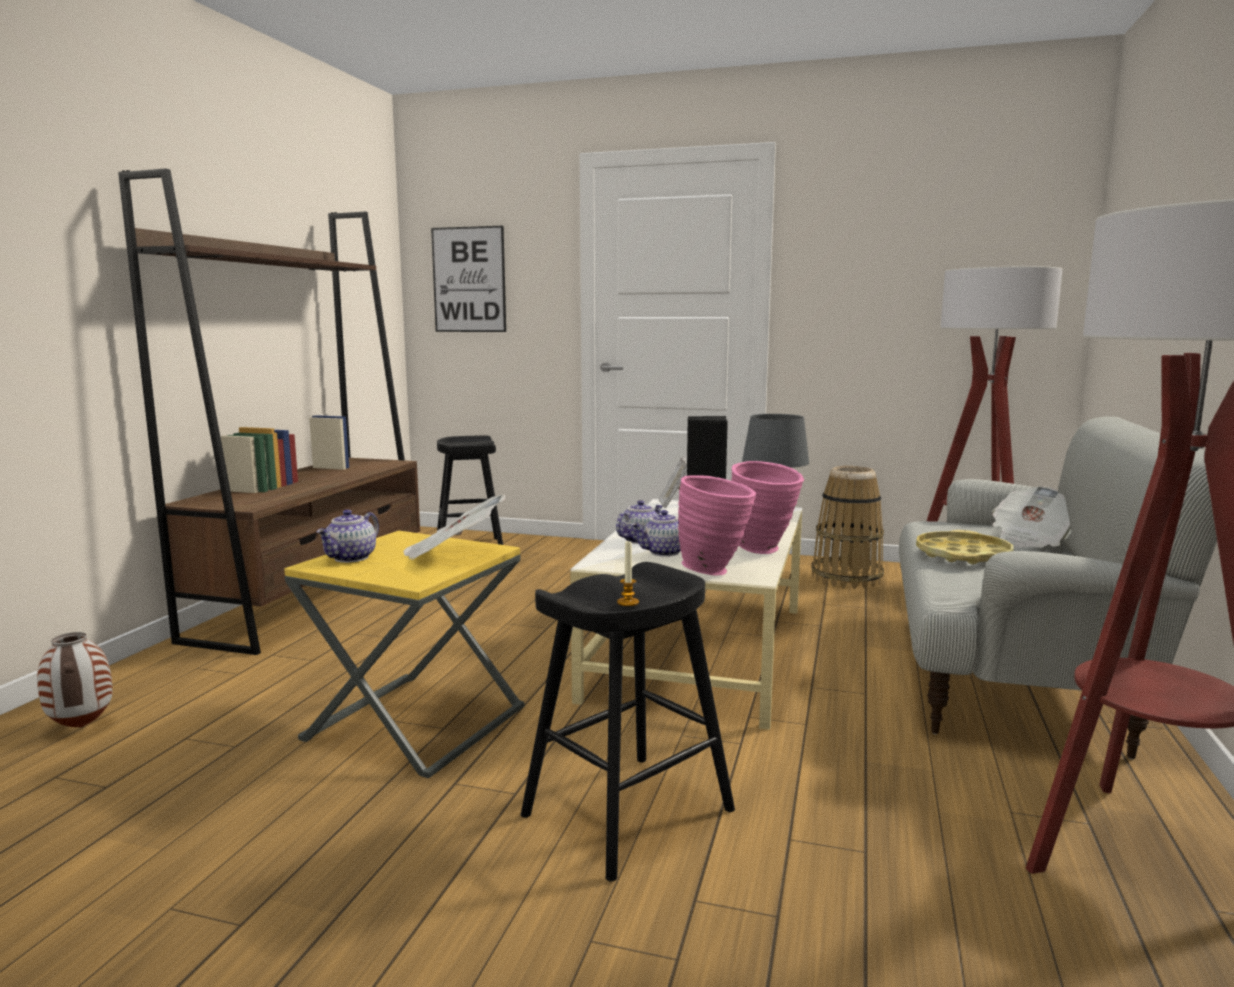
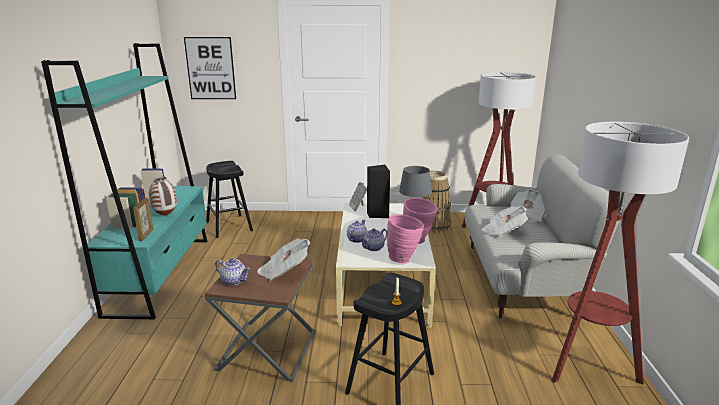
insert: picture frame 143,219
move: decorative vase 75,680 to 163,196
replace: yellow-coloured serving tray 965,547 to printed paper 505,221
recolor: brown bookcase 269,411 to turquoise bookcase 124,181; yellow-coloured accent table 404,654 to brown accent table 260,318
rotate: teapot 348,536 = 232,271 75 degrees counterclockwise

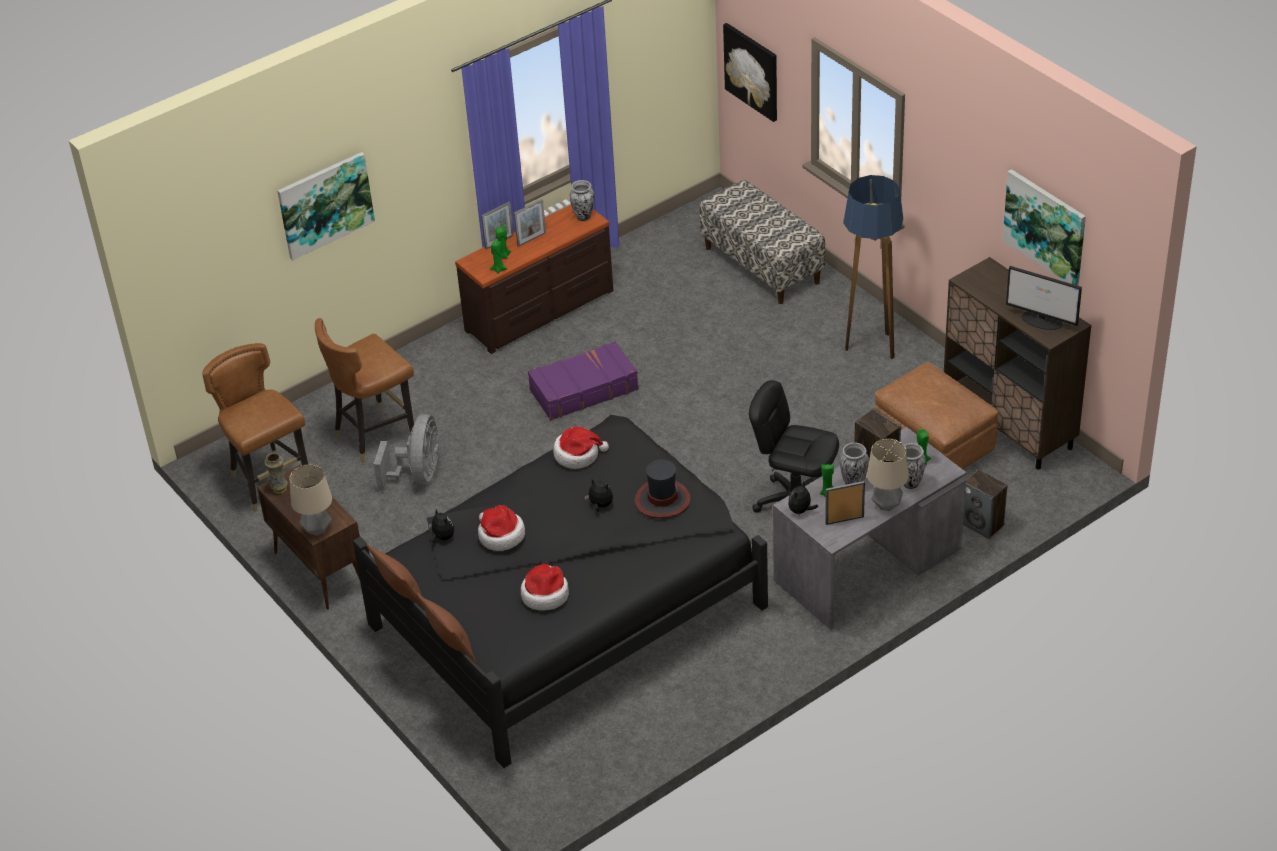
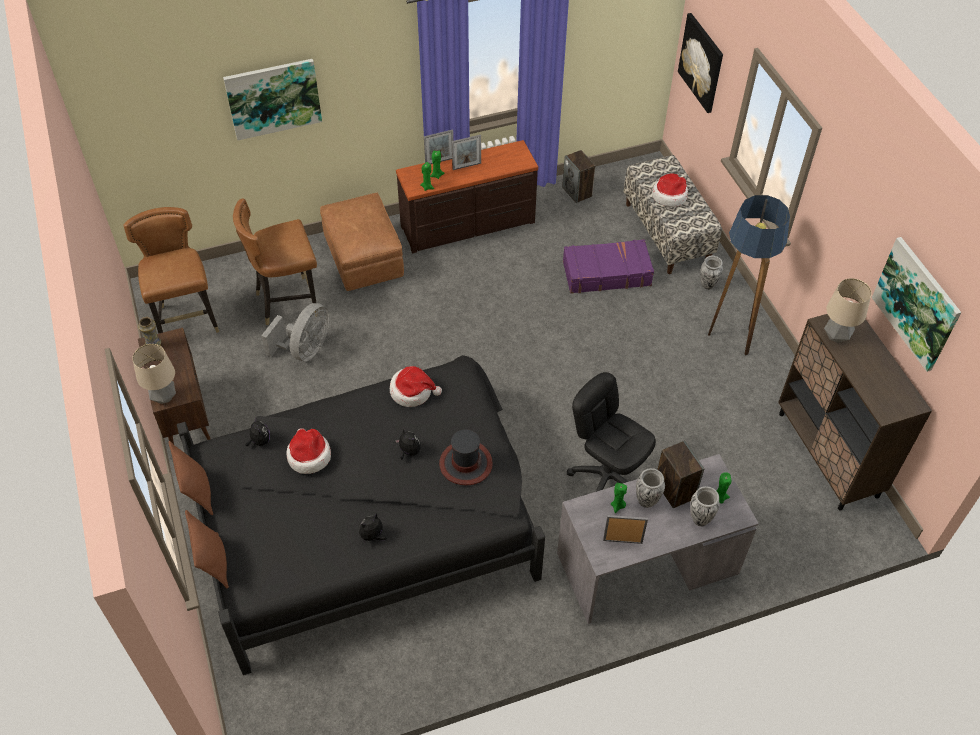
delete: computer display 1044,298
move: clothing hat 545,587 to 670,190; purple suitcase 583,380 to 608,266; decorative vase 582,200 to 711,273; plush toy 803,498 to 373,529; table lamp 888,475 to 848,310; brown footrest 936,415 to 362,242; speaker 985,504 to 578,176

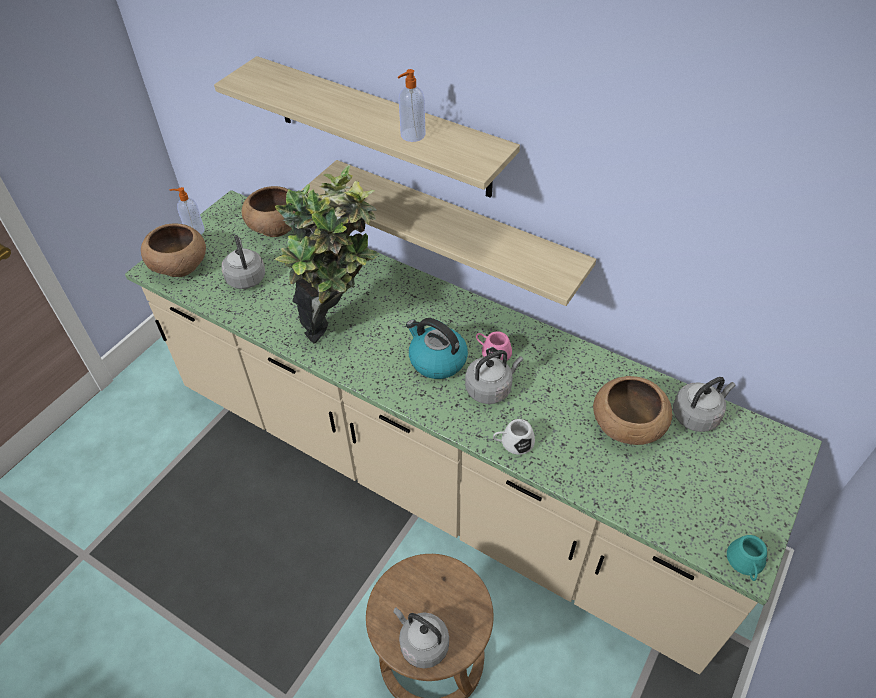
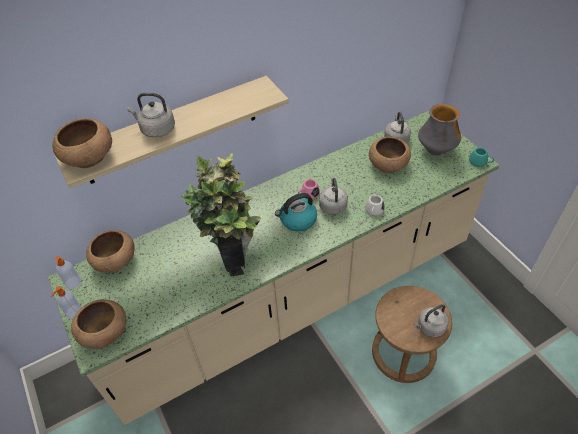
delete: wall shelf 448,233
insert: brown deep dish 82,143; decorative vase 439,130
move: gray tea kettle 243,262 to 151,115; soap dispenser 412,105 to 68,272

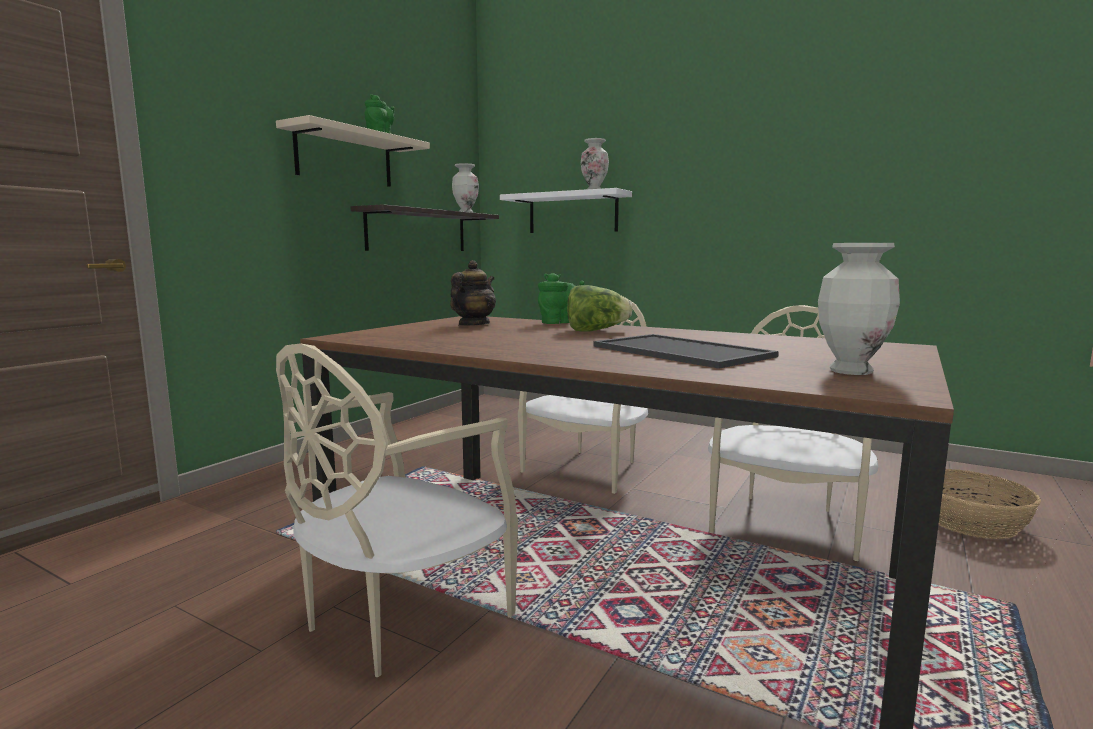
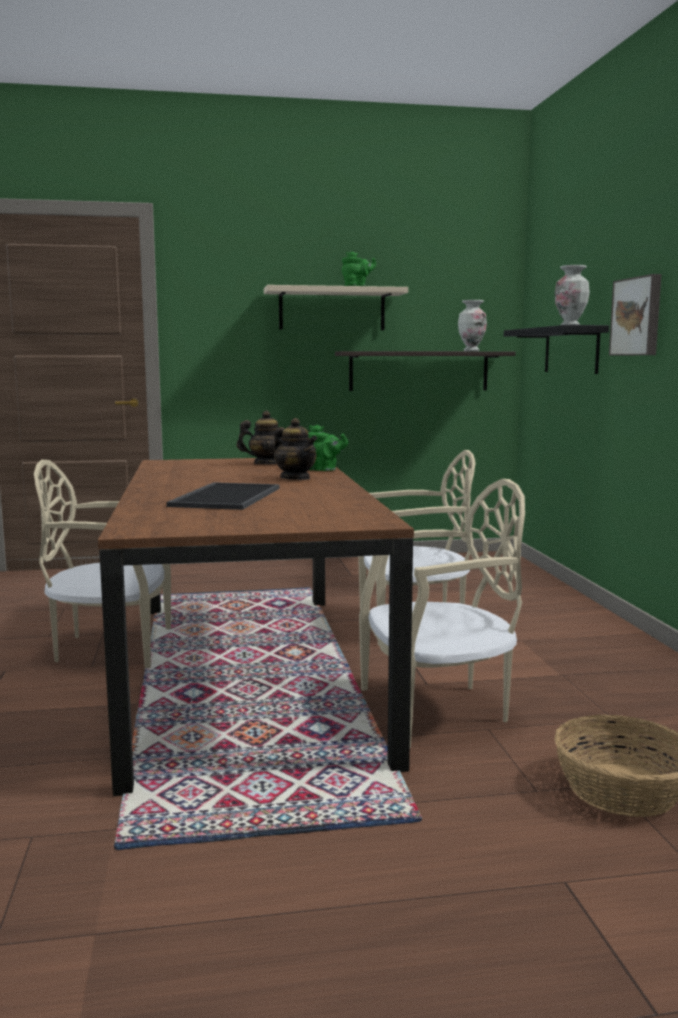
delete: decorative vase 859,309
insert: wall picture 635,314
replace: lettuce head 599,308 to teapot 295,449
recolor: white wall shelf 566,210 to blackish wall shelf 556,349

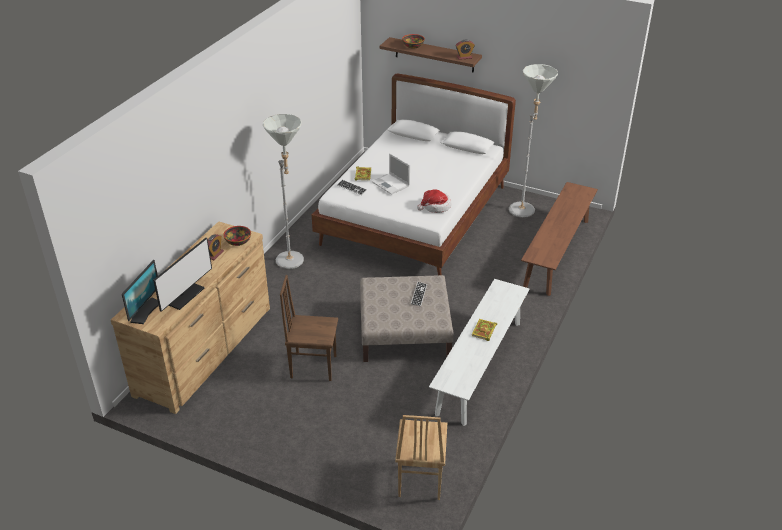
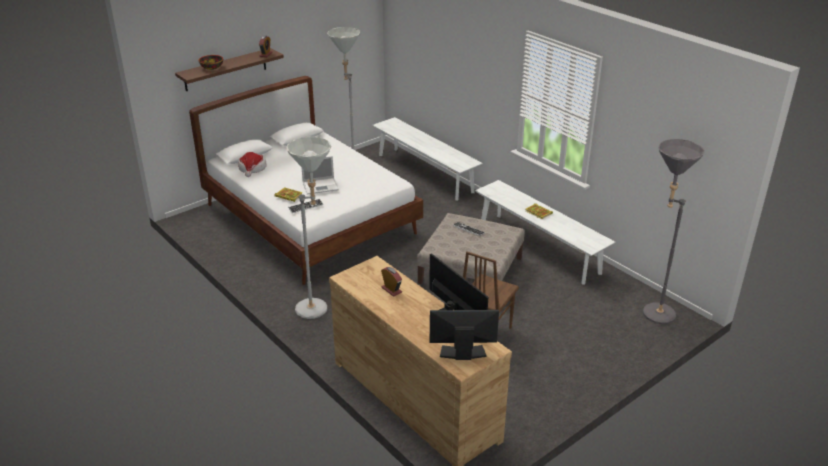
delete: deep dish 237,236
move: clothing hat 434,201 to 252,164
replace: brown upright chair 421,457 to gray standard lamp 674,231
recolor: brown indoor bench 559,239 to white indoor bench 427,158
rotate: computer display 140,292 = 464,335 45 degrees counterclockwise

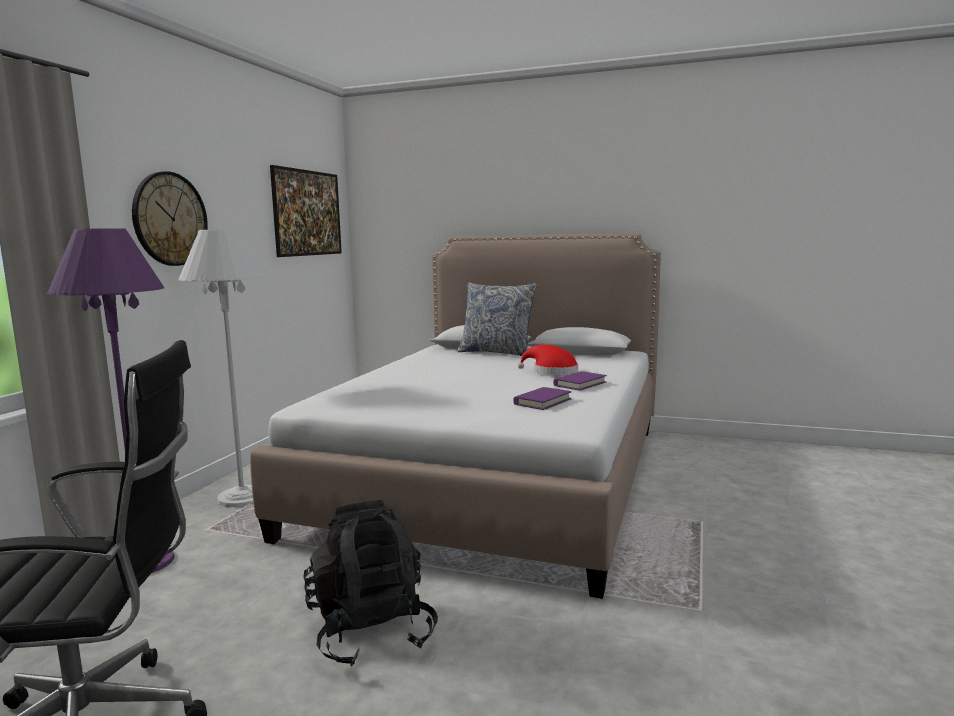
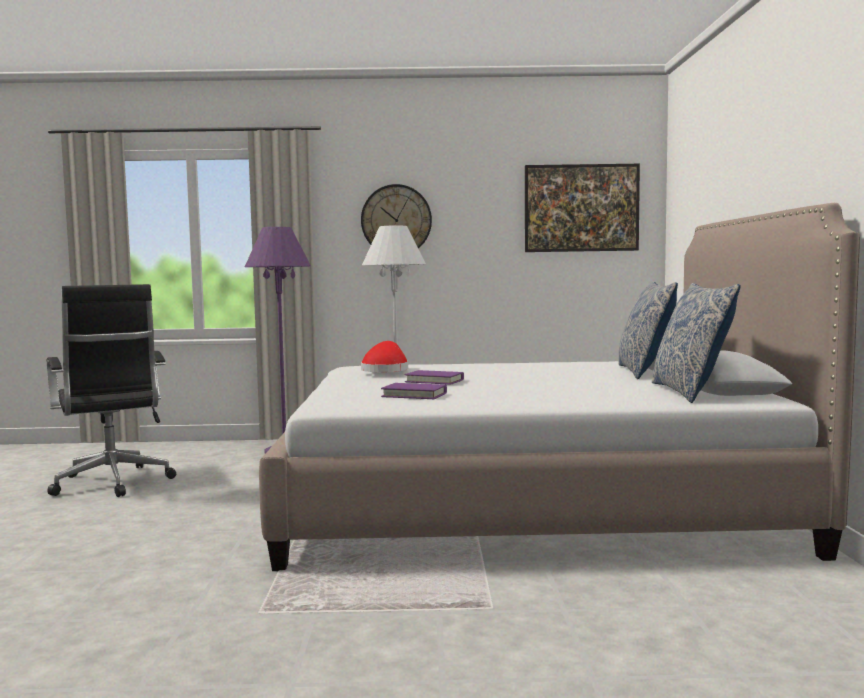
delete: blackish knapsack 370,583
insert: throw pillow 696,343
move: reddish clothing hat 548,360 to 384,356; purple book 580,381 to 434,377

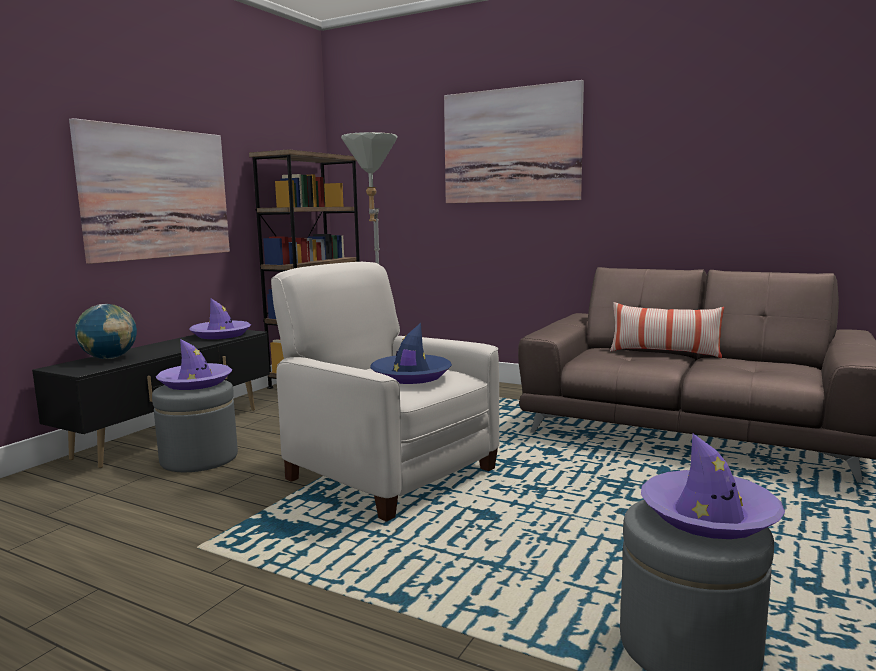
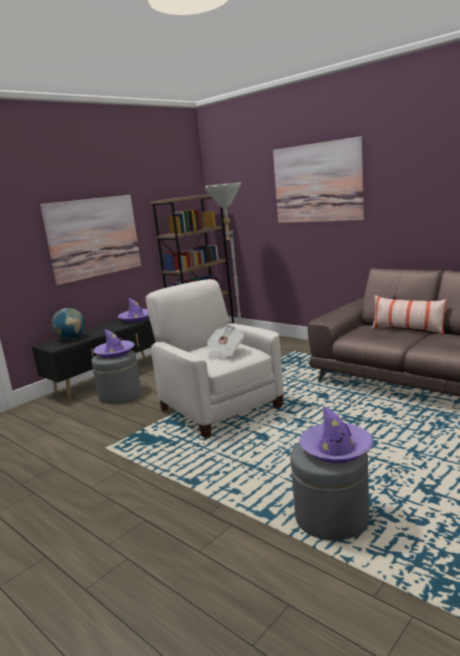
replace: blue-coloured clothing hat 411,353 to printed paper 225,342

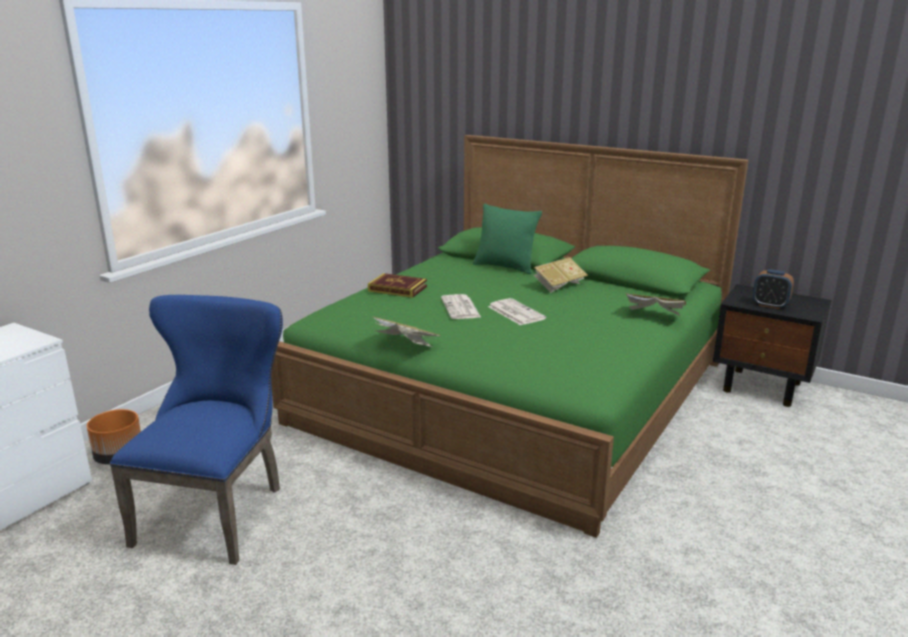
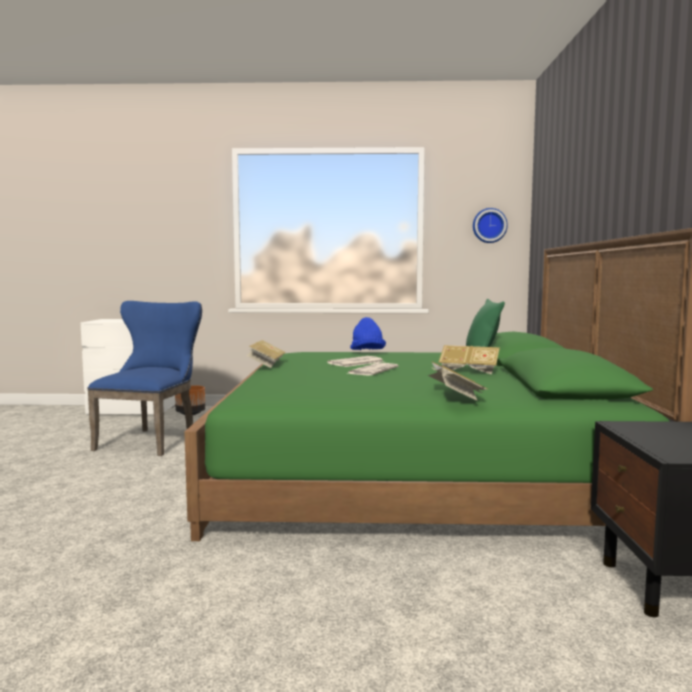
delete: table clock 773,289
insert: clock on the wall 490,225
replace: book 397,285 to blue-coloured clothing hat 368,333
rotate: blue-coloured upright chair 196,430 = 144,378 60 degrees counterclockwise

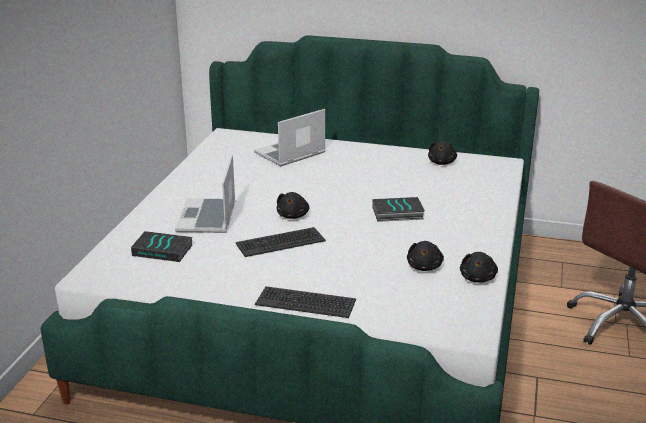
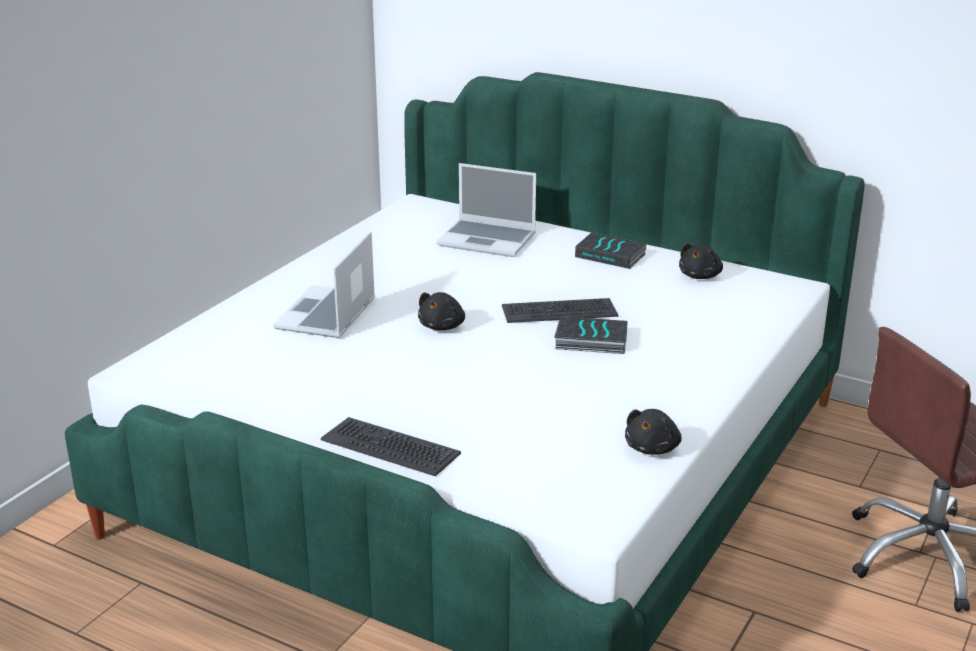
delete: blackish plush toy 425,256
move: book 162,246 to 611,250; PC keyboard 281,242 to 560,310
rotate: portable computer 290,137 = 486,210 135 degrees counterclockwise

